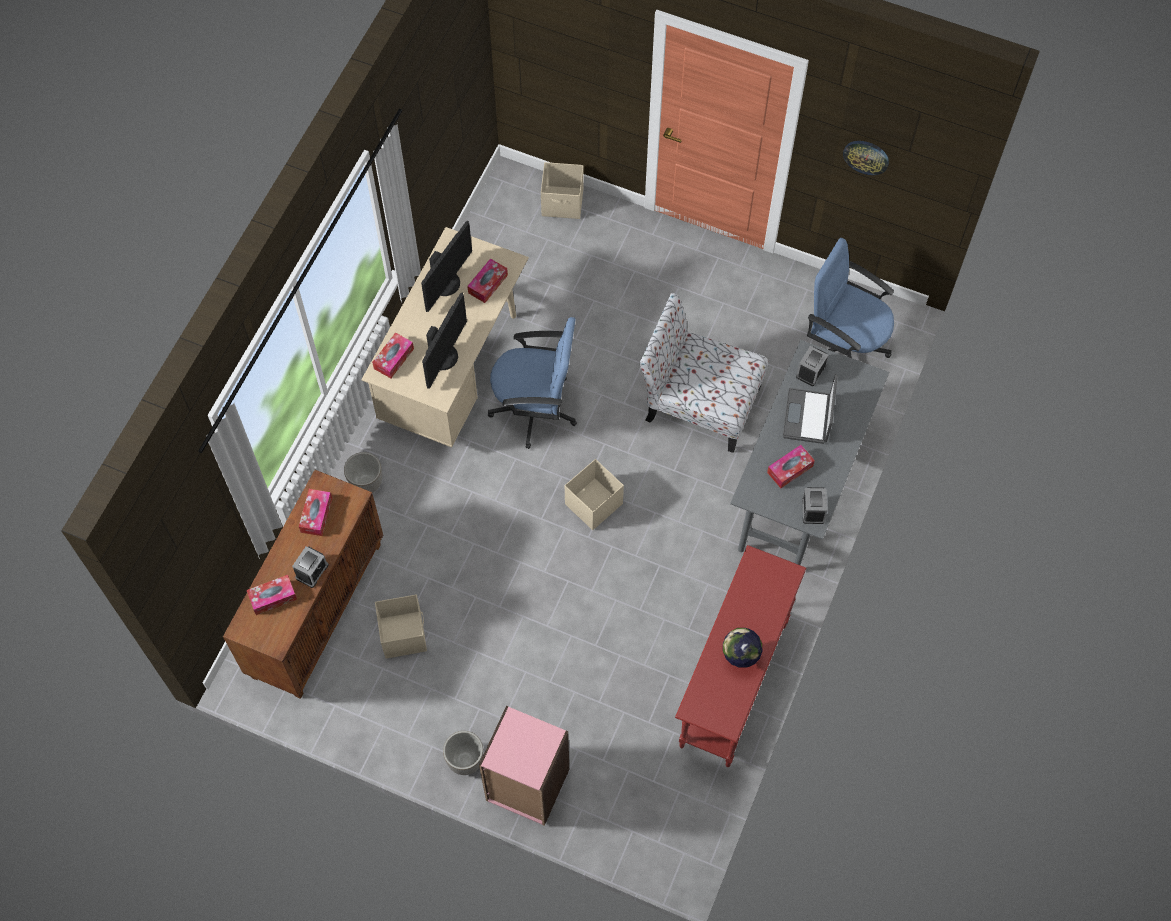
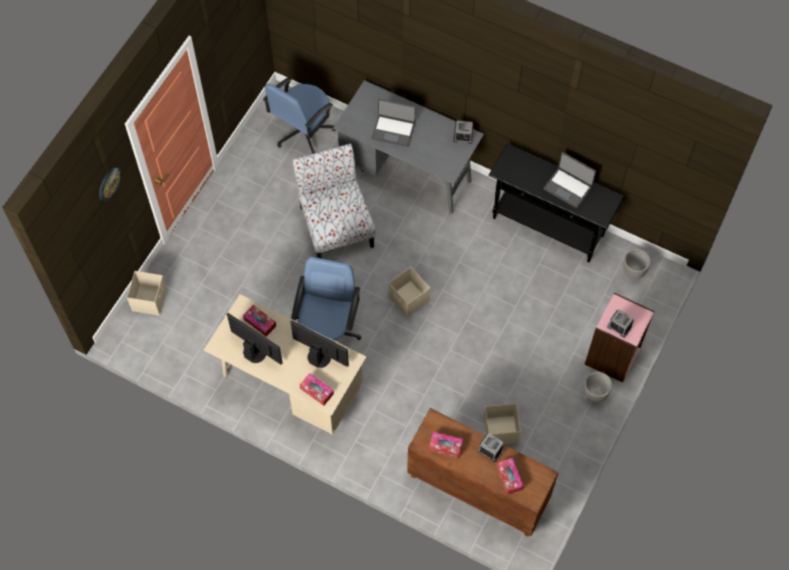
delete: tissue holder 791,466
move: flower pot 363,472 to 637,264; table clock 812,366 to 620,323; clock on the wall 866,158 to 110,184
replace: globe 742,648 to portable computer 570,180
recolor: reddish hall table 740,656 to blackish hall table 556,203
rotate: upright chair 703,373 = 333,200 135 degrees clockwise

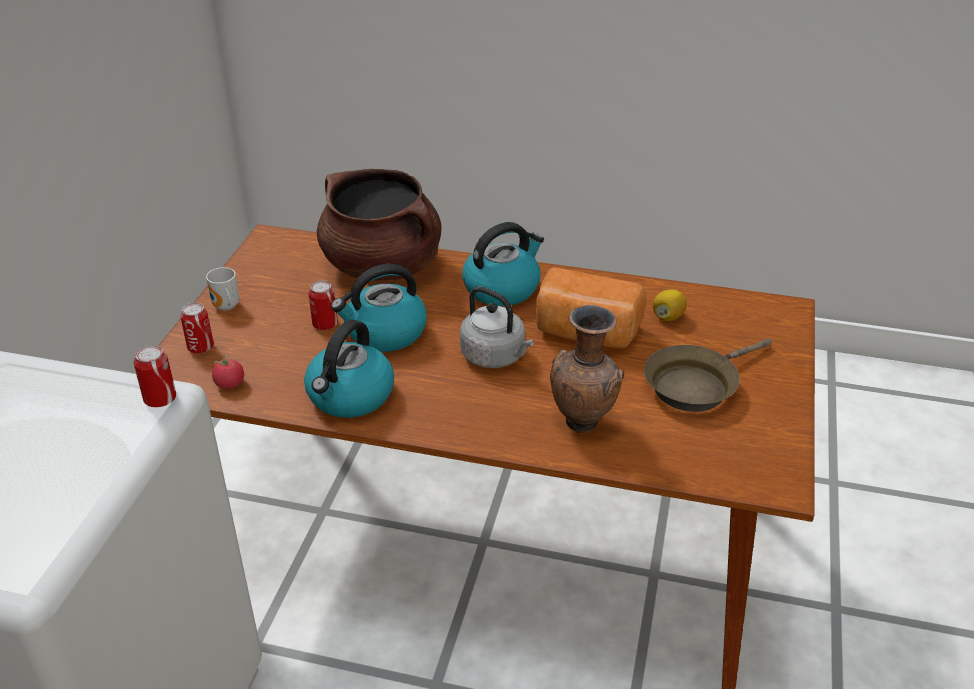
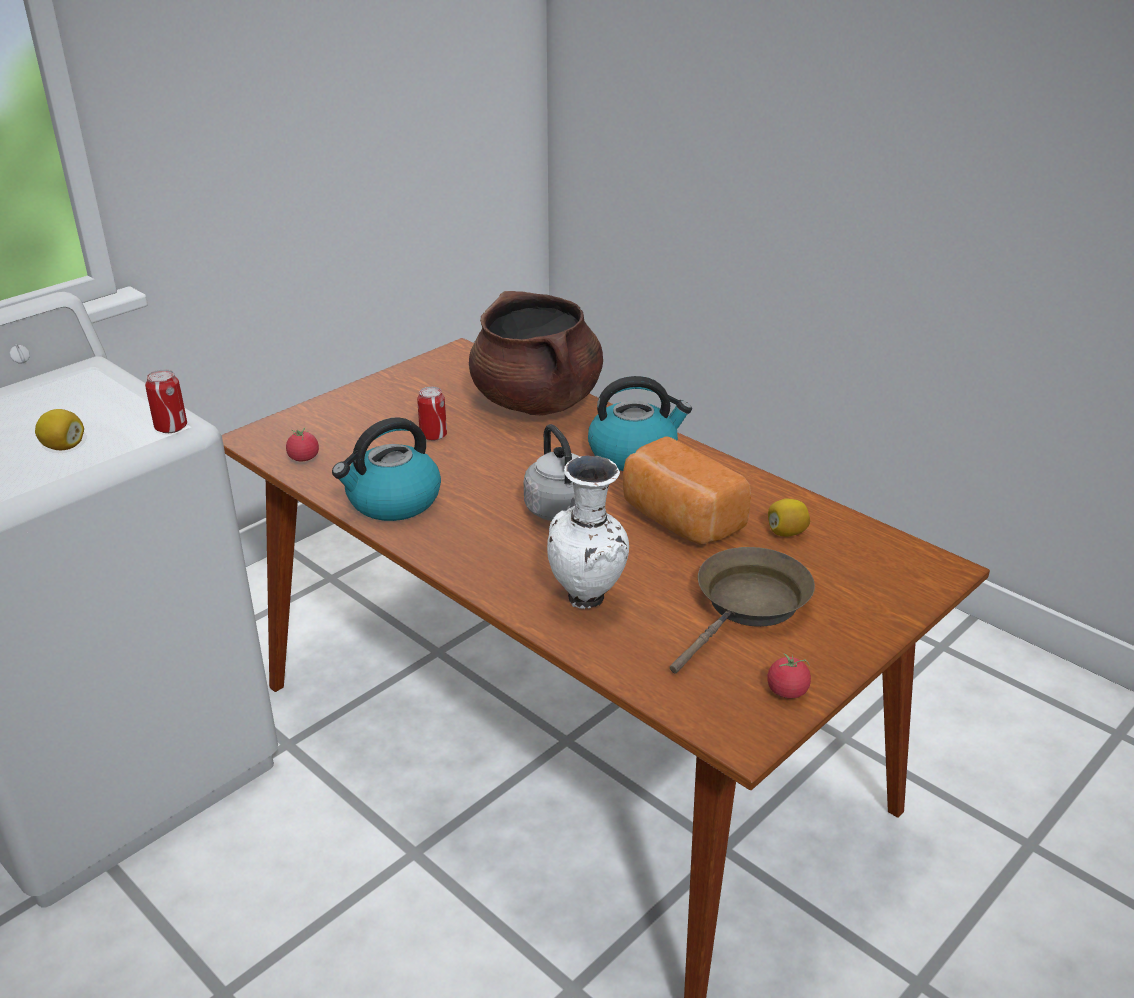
delete: can 197,328; coffee mug 222,289; tea kettle 379,308
insert: lemon 59,429; whole tomato 789,676
recolor: brown decorative vase 587,369 to white decorative vase 588,532
rotate: brown frying pan 708,375 = 742,610 135 degrees clockwise

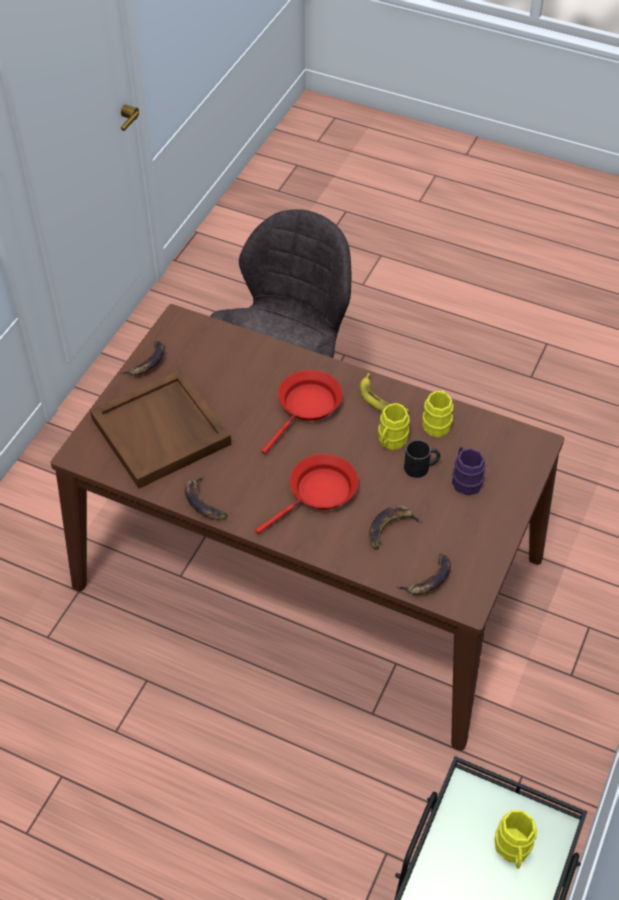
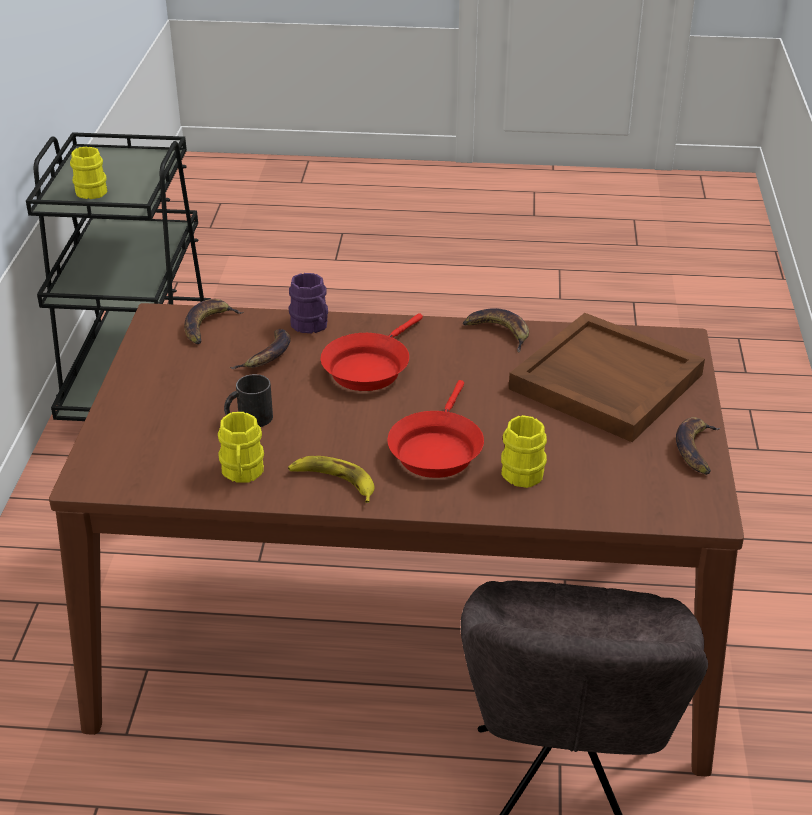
move: yellow-coloured coffee mug 394,426 to 524,451; purple coffee mug 468,471 to 308,303

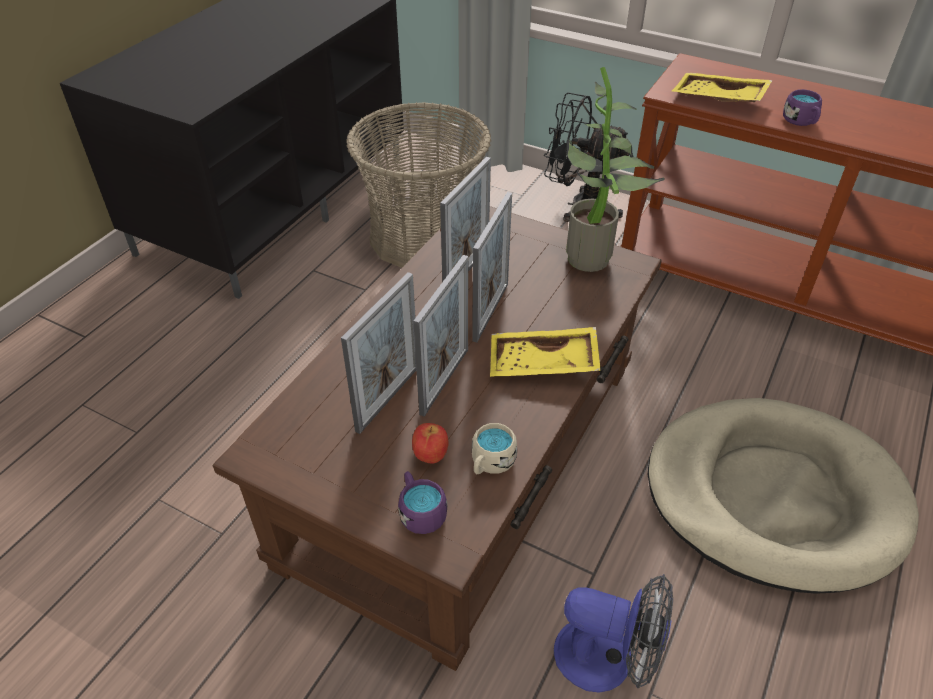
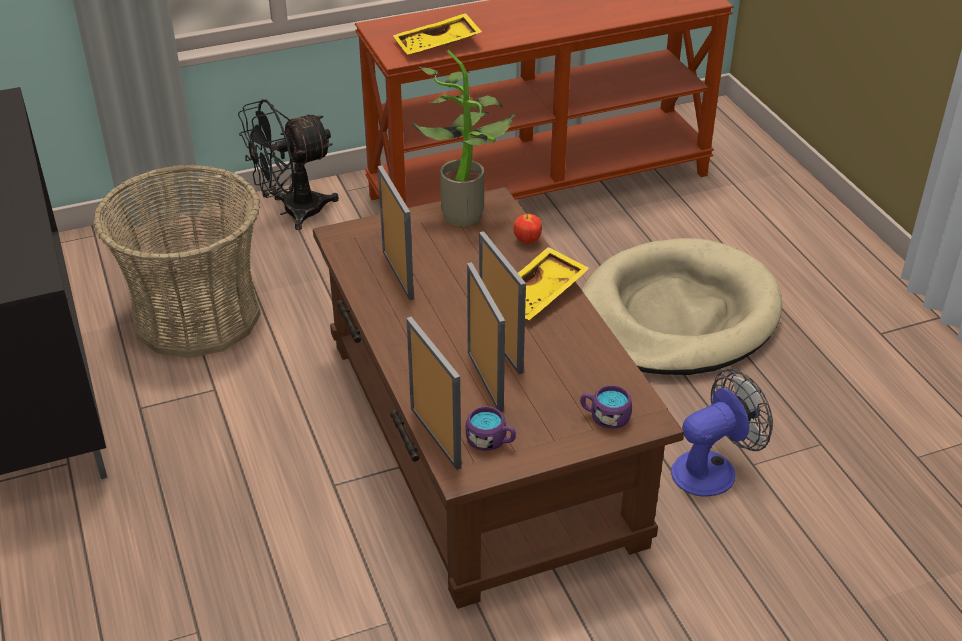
delete: beige-coloured coffee mug 494,448
move: apple fruit 430,443 to 527,229; picture frame 492,267 to 433,393; purple coffee mug 802,107 to 490,428

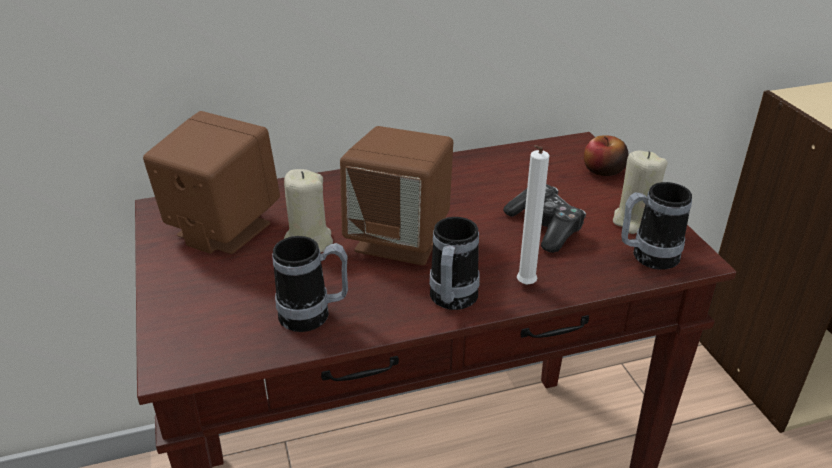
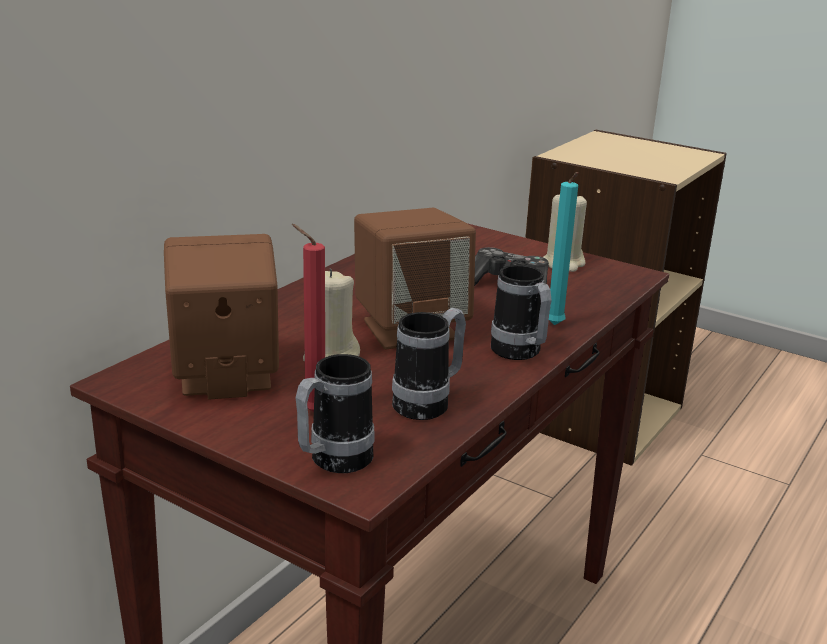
delete: apple fruit 606,155
insert: reddish candle 308,318
move: coffee mug 656,226 to 335,413
recolor: white candle 533,215 to turquoise candle 563,248

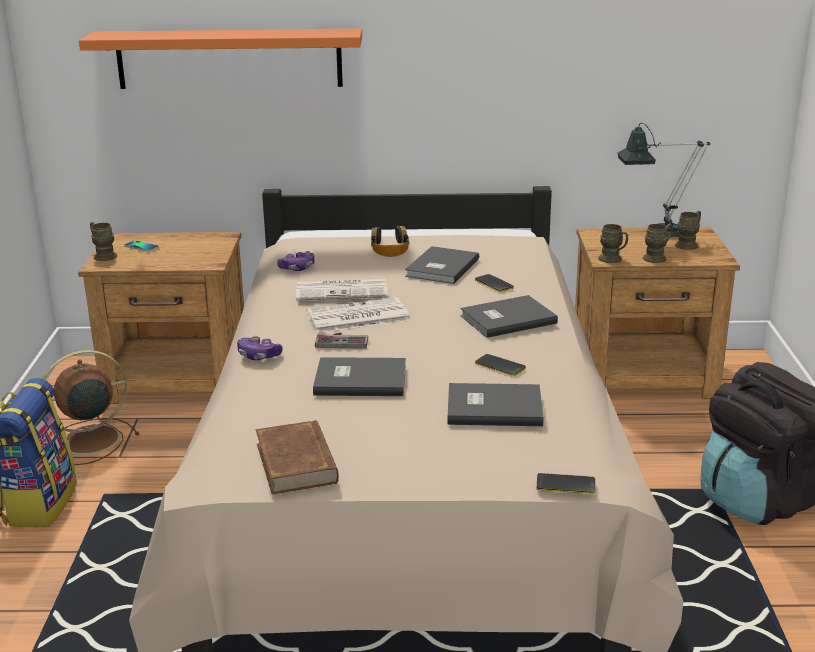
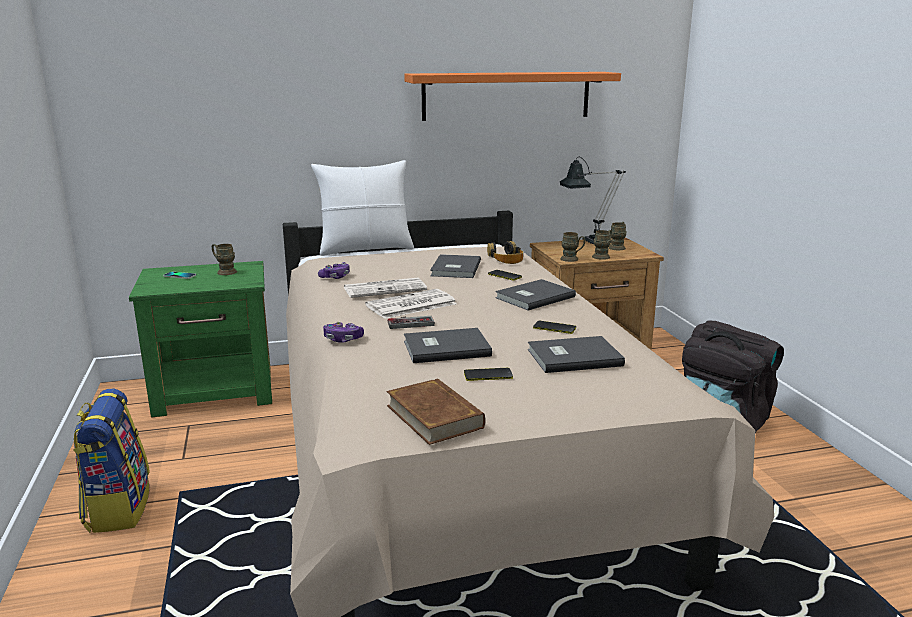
delete: brown fan 91,407
insert: white throw pillow 362,208
move: orangey wall shelf 220,58 to 512,96; brown coffee mug 103,241 to 224,259; headphones 390,241 to 505,252; phone 566,483 to 488,374
recolor: brown bedside table 161,318 to green-coloured bedside table 200,339

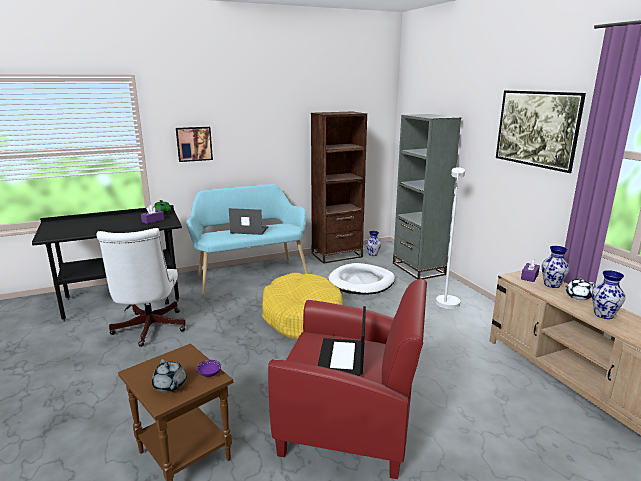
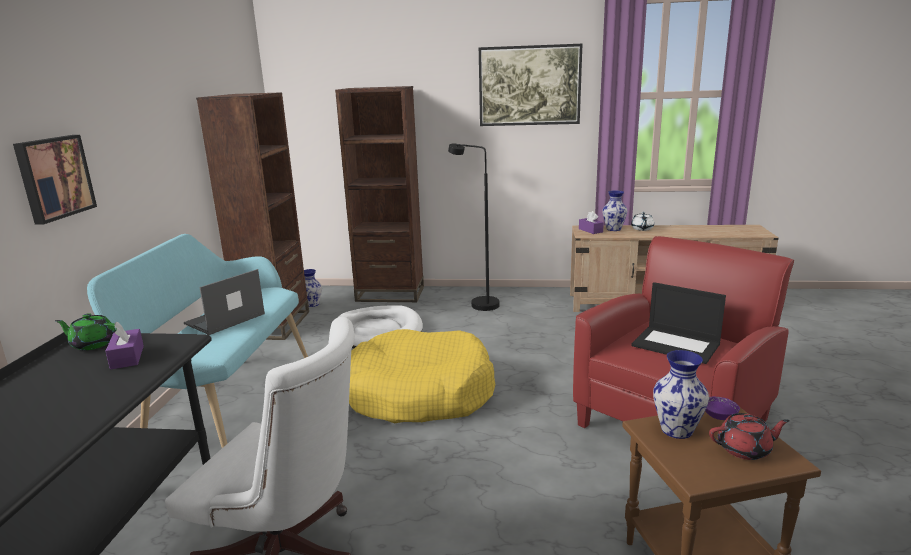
move: decorative vase 609,294 to 681,394
recolor: gray teapot 169,376 to reddish teapot 749,436; gray bookcase 427,197 to brown bookcase 379,194; white standard lamp 450,238 to blackish standard lamp 474,227

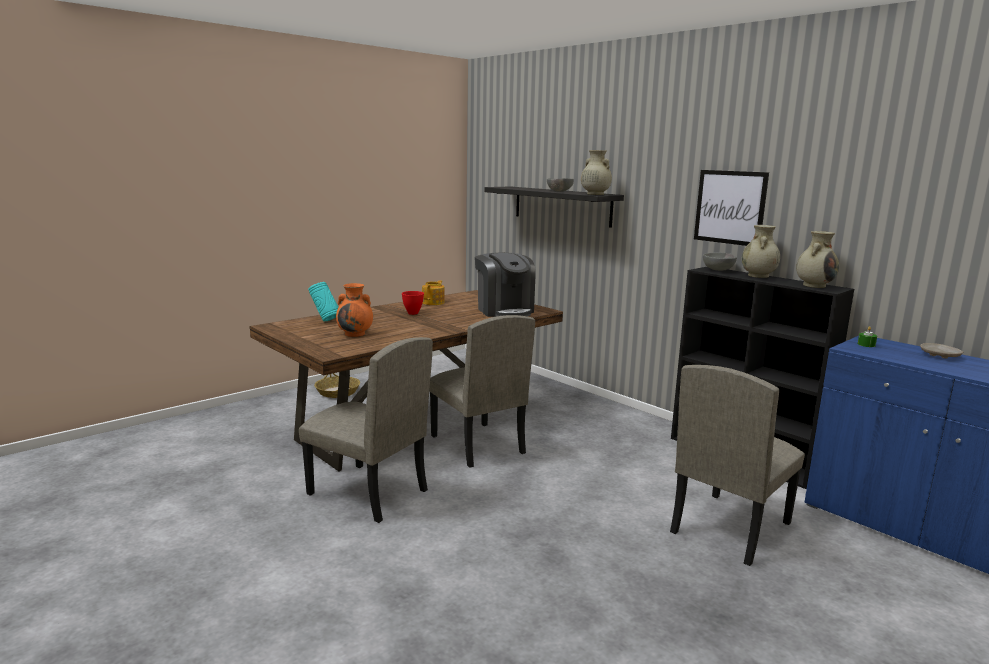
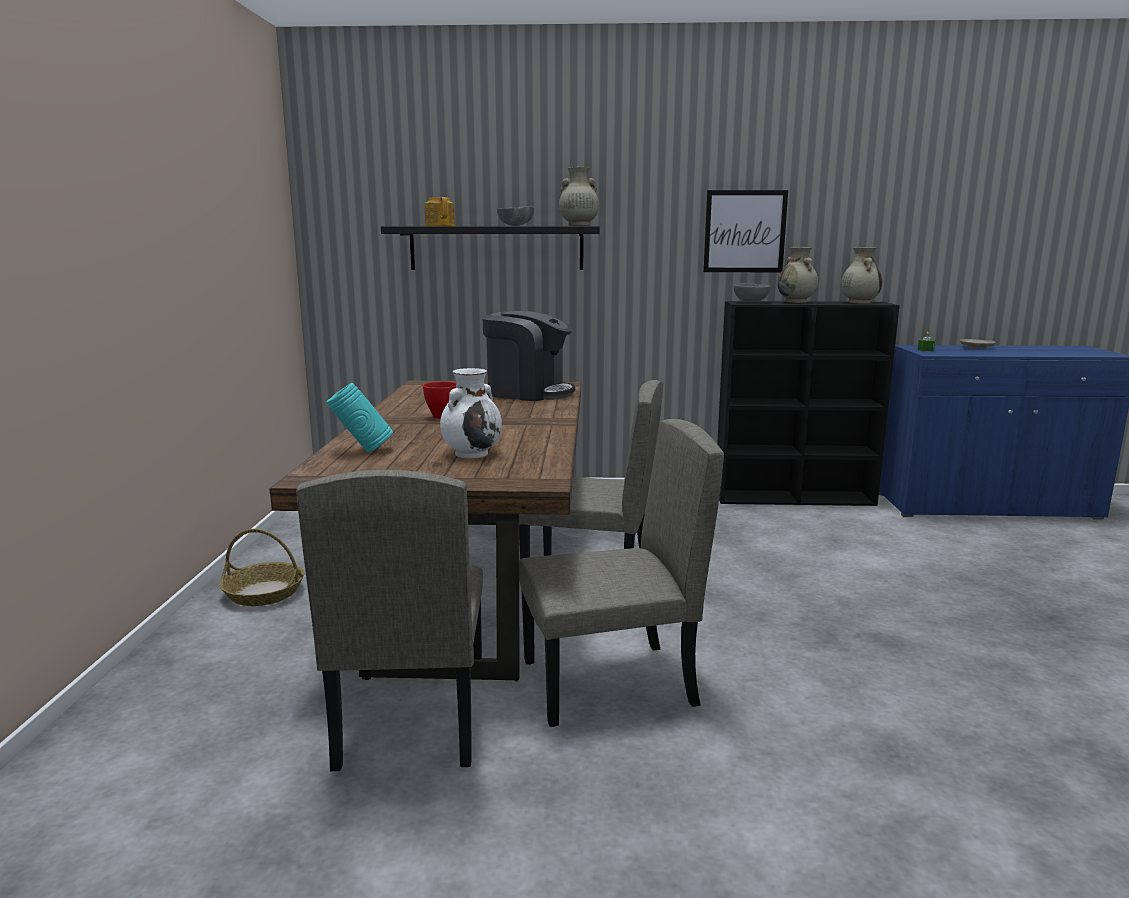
move: teapot 433,293 to 439,211; beige-coloured upright chair 737,465 to 389,620
recolor: orangey decorative vase 354,310 to white decorative vase 471,413

